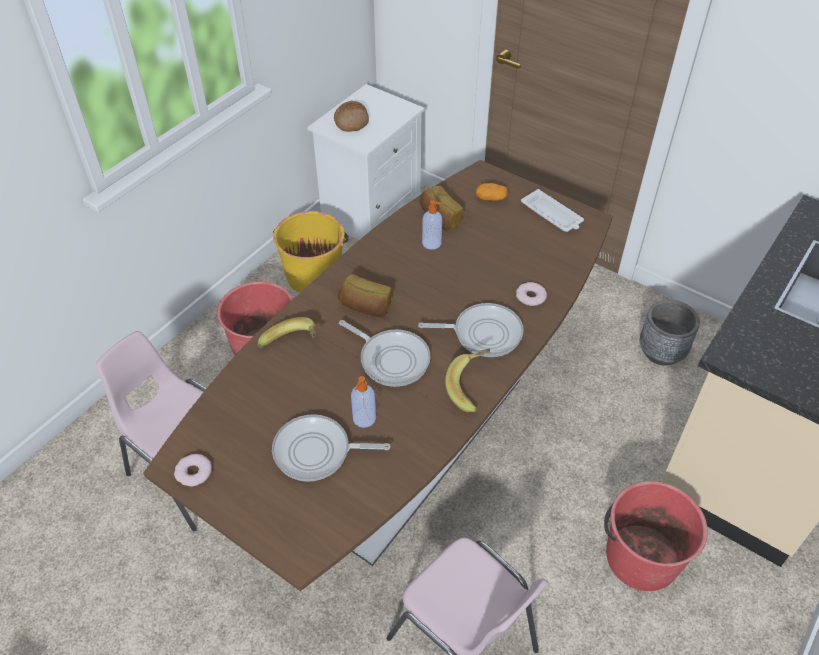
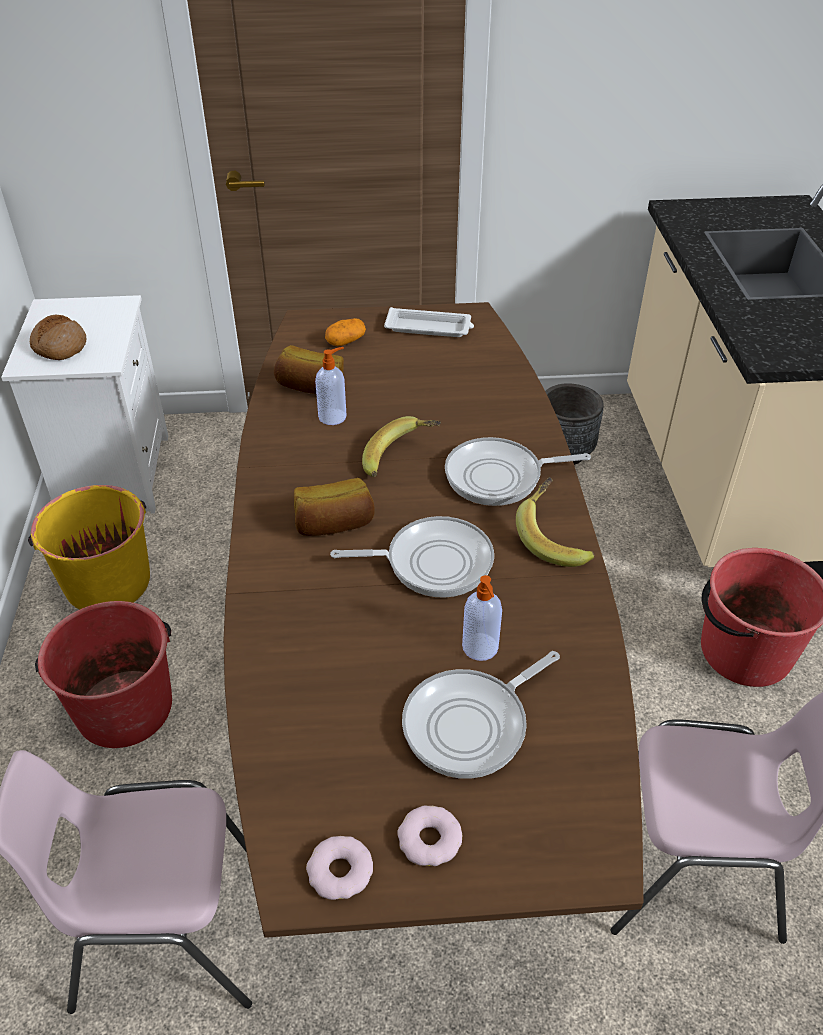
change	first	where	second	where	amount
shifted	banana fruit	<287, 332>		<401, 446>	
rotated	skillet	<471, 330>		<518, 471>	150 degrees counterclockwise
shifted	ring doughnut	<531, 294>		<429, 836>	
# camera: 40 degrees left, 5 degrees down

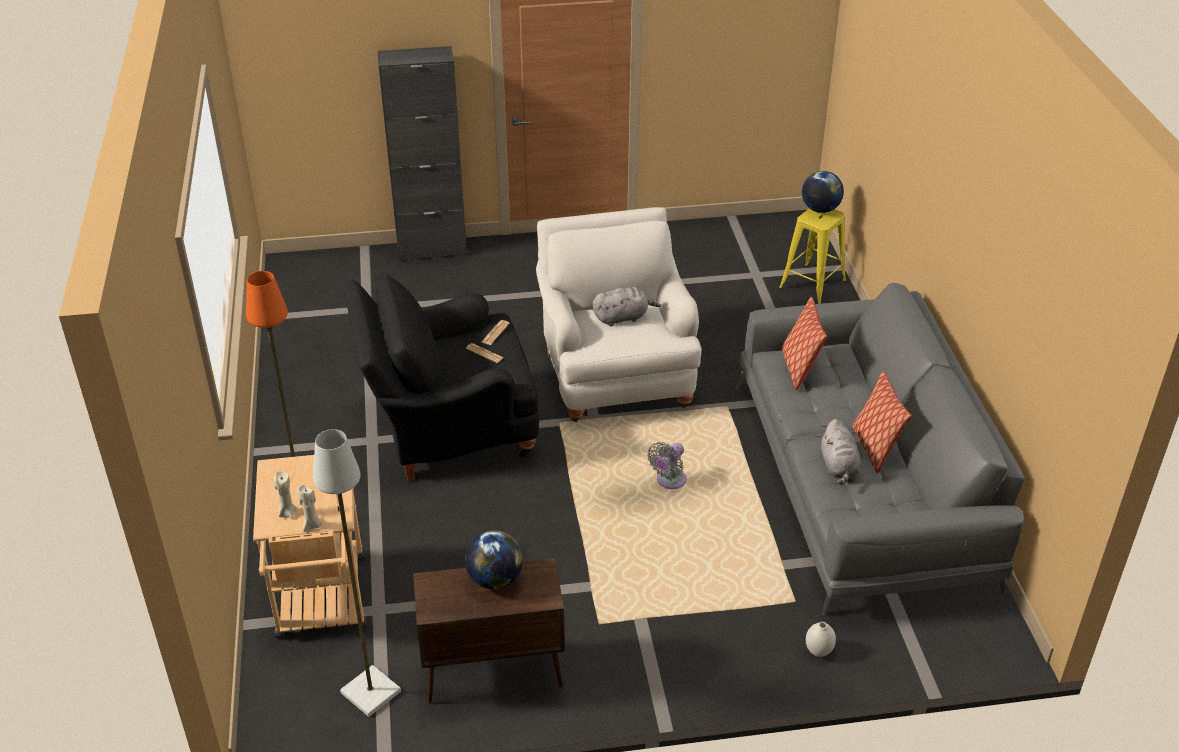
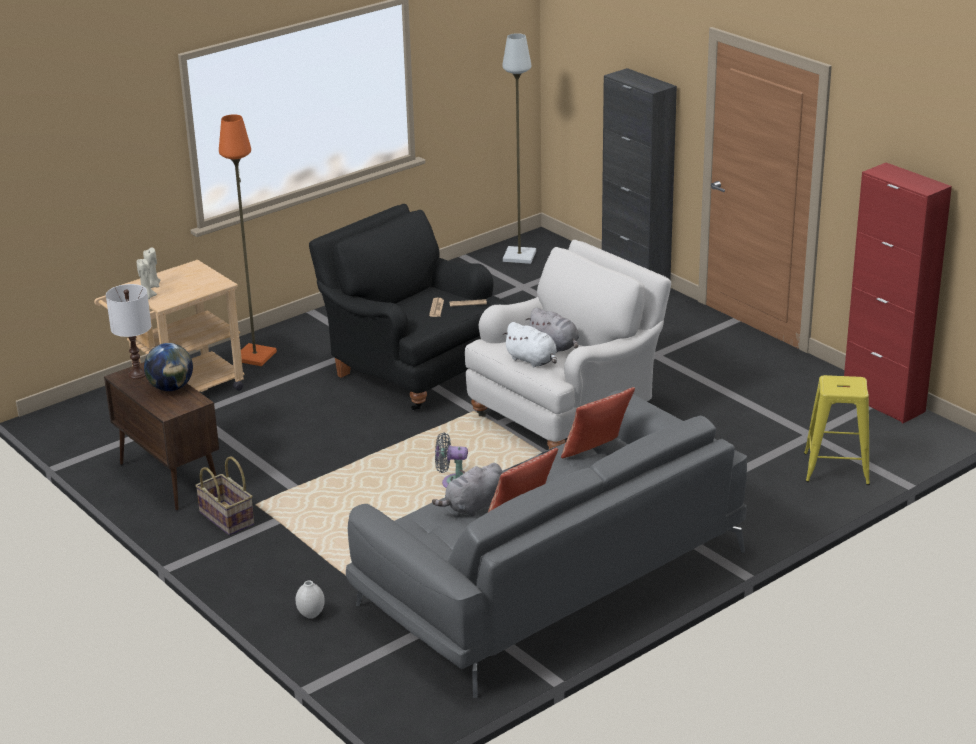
change	first	where	second	where	amount
shifted	floor lamp in gray	<357, 573>		<519, 148>	
gone	desk globe	<823, 192>			
new			tabletop lamp in whitish	<128, 331>	
new			basket	<224, 495>	
new			cuddly toy in whitish	<529, 344>	
new			cabinet in reddish	<897, 293>	
# camera: 60 degrees right, 10 degrees down

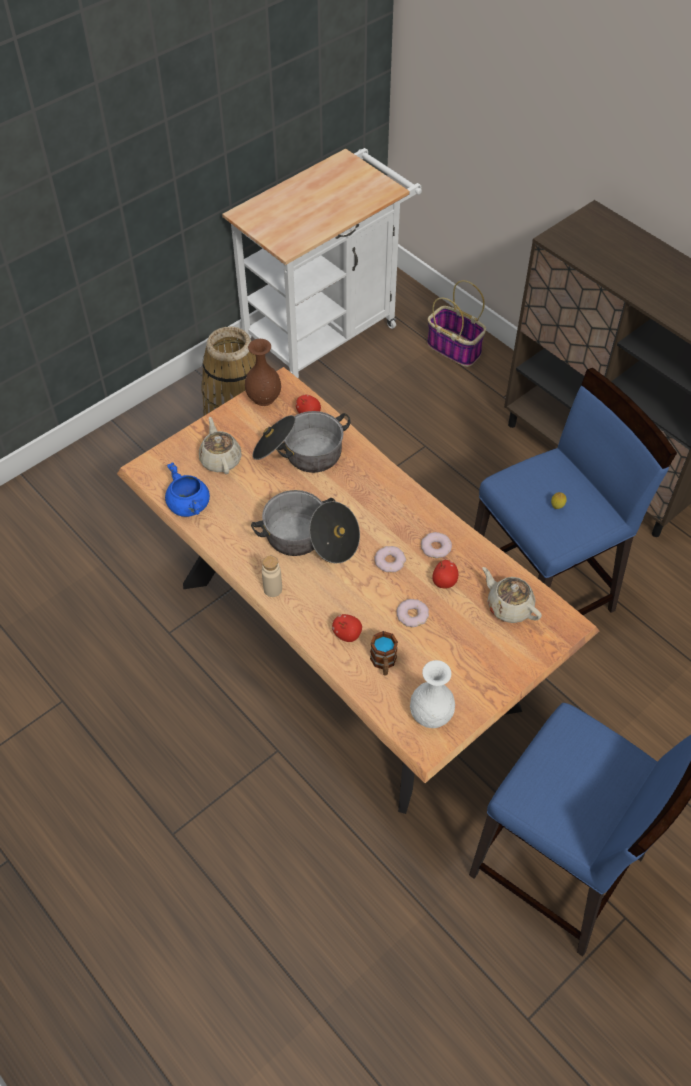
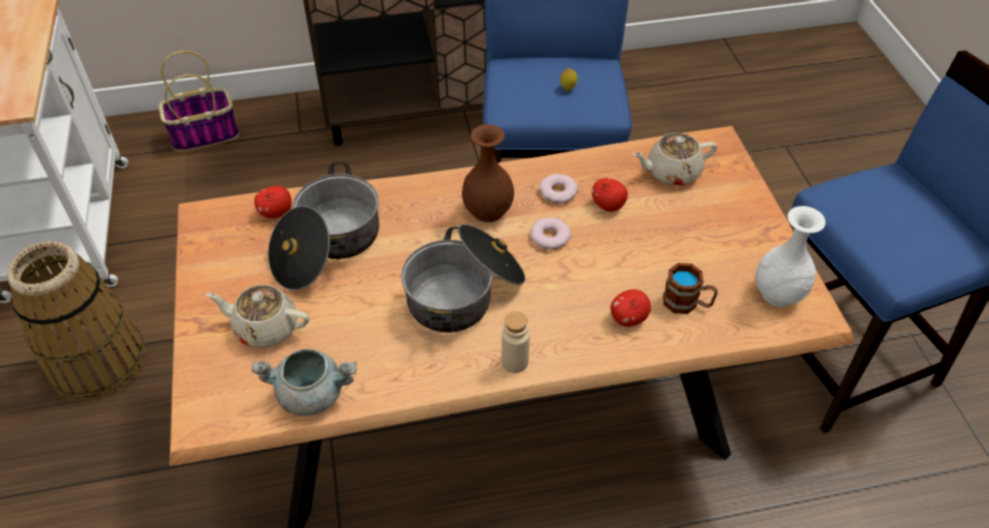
change	first	where	second	where	amount
repainted	cooking pot in blue	<187, 490>	cooking pot in gray	<304, 382>	
shifted	flower vase in brownish	<263, 372>		<488, 173>	
gone	ring doughnut	<413, 613>			
# camera: 60 degrees left, 5 degrees down

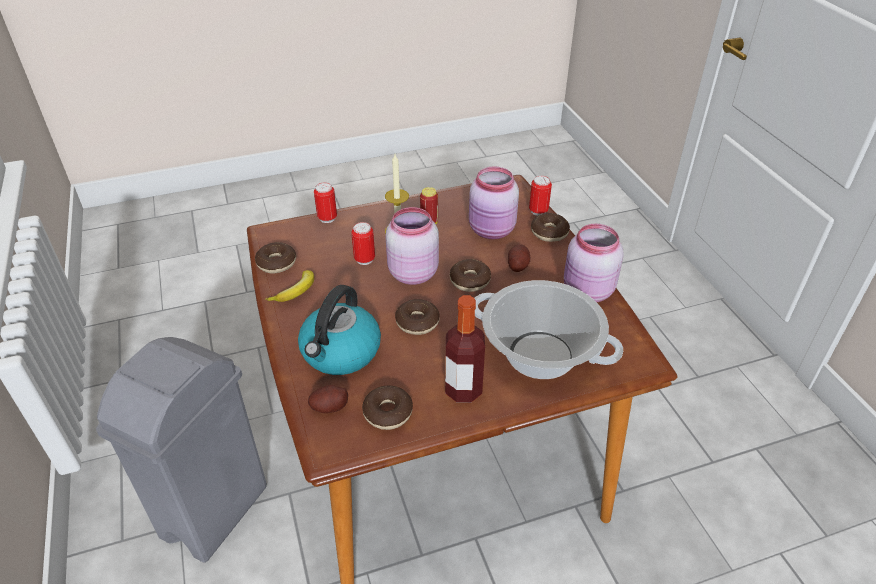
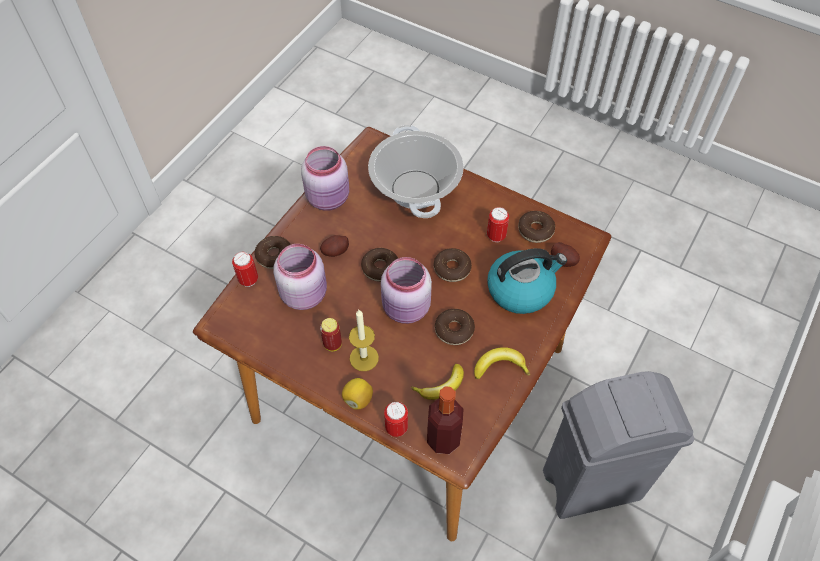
change	first	where	second	where	amount
shifted	ring doughnut	<275, 257>		<455, 327>	
shifted	sealed can	<363, 243>		<498, 224>	
shifted	drink bottle	<465, 349>		<445, 420>	
new			lemon	<357, 394>	
new			banana fruit	<437, 382>	
# camera: 130 degrees left, 15 degrees up

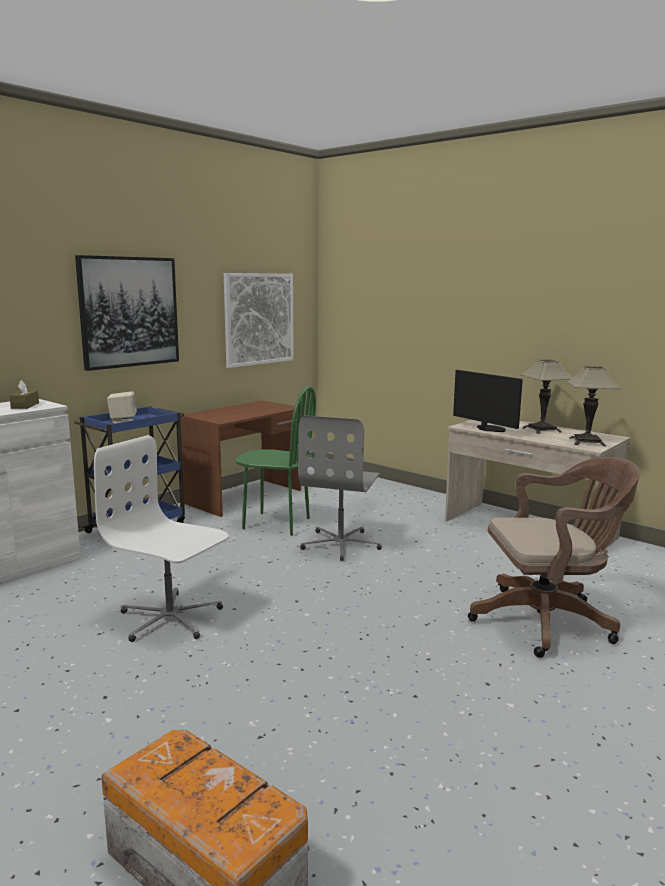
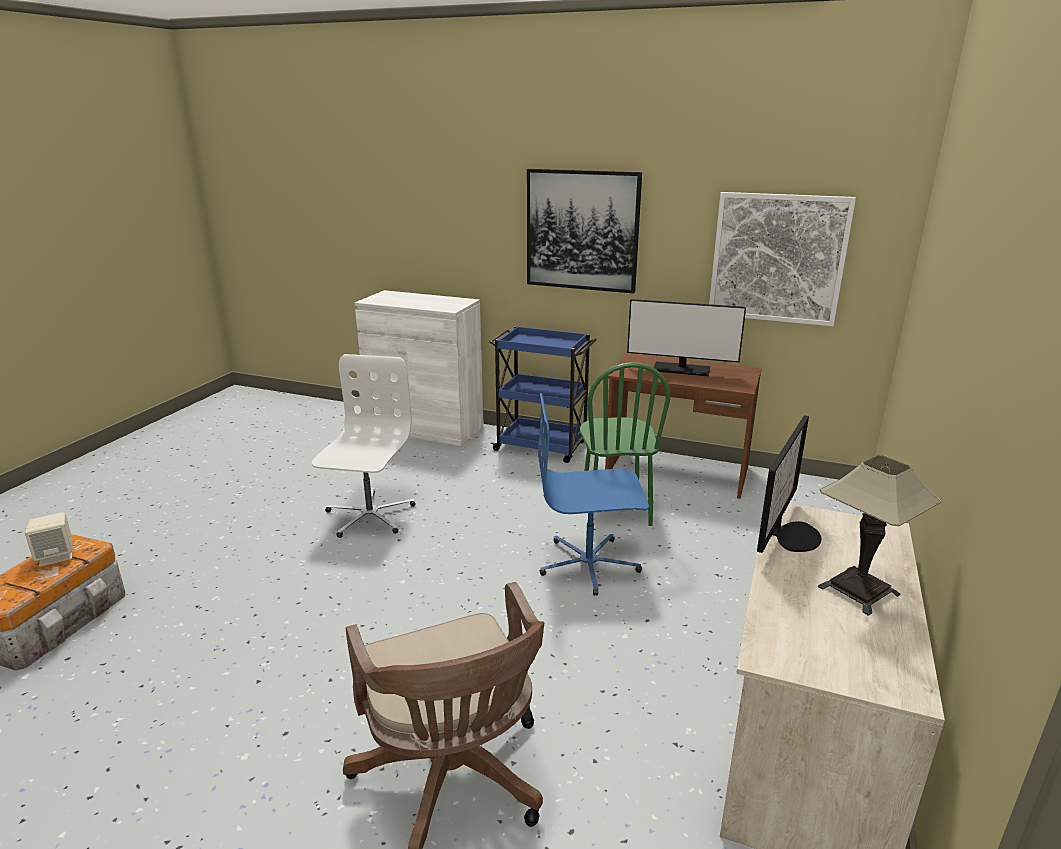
change	first	where	second	where	amount
gone	tissue box in brownish	<24, 394>			
shifted	loudspeaker in beige	<122, 407>		<48, 539>	
repainted	desk chair in gray	<340, 488>	desk chair in blue	<593, 494>	
gone	tabletop lamp	<594, 406>			
new			monitor	<686, 338>	
# camera: 70 degrees right, 10 degrees up

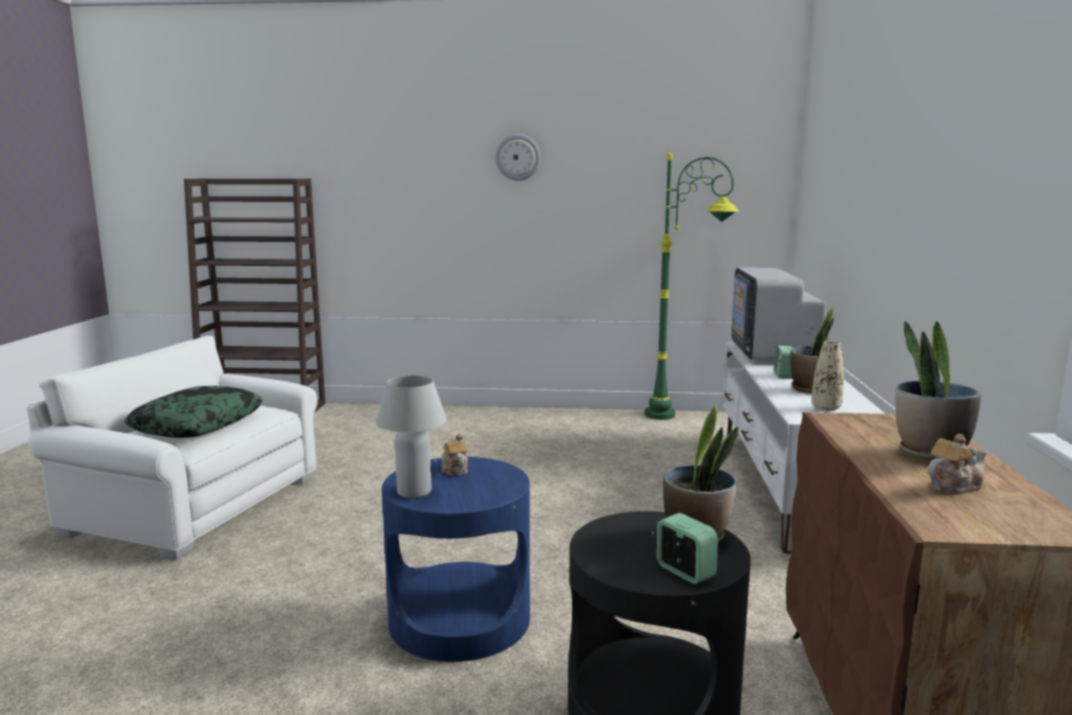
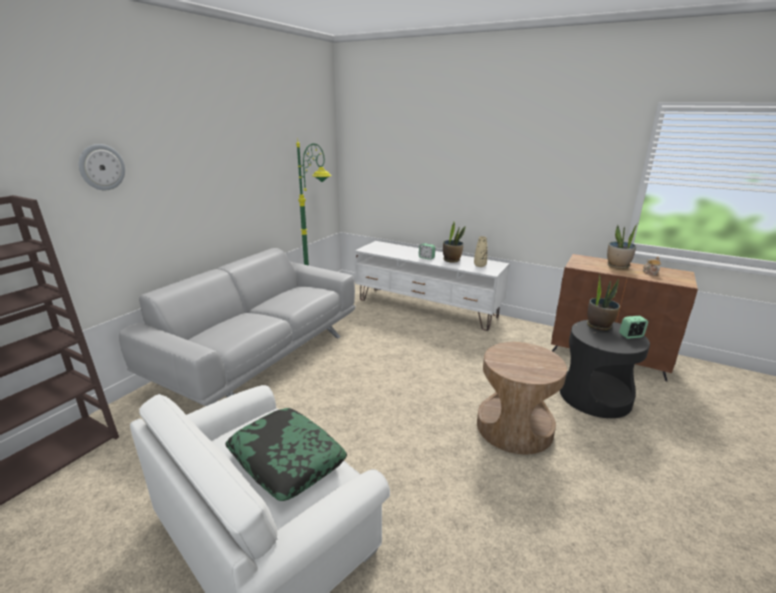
change	first	where	second	where	amount
gone	tabletop lamp in whitish	<411, 436>			
repainted	end table in blue	<456, 559>	end table in brownish	<522, 398>	
gone	teapot	<454, 454>			
shifted	hanging clock	<518, 157>		<102, 167>	
gone	television	<778, 316>			
new			sofa in gray	<237, 327>	
# camera: 65 degrees left, 10 degrees up

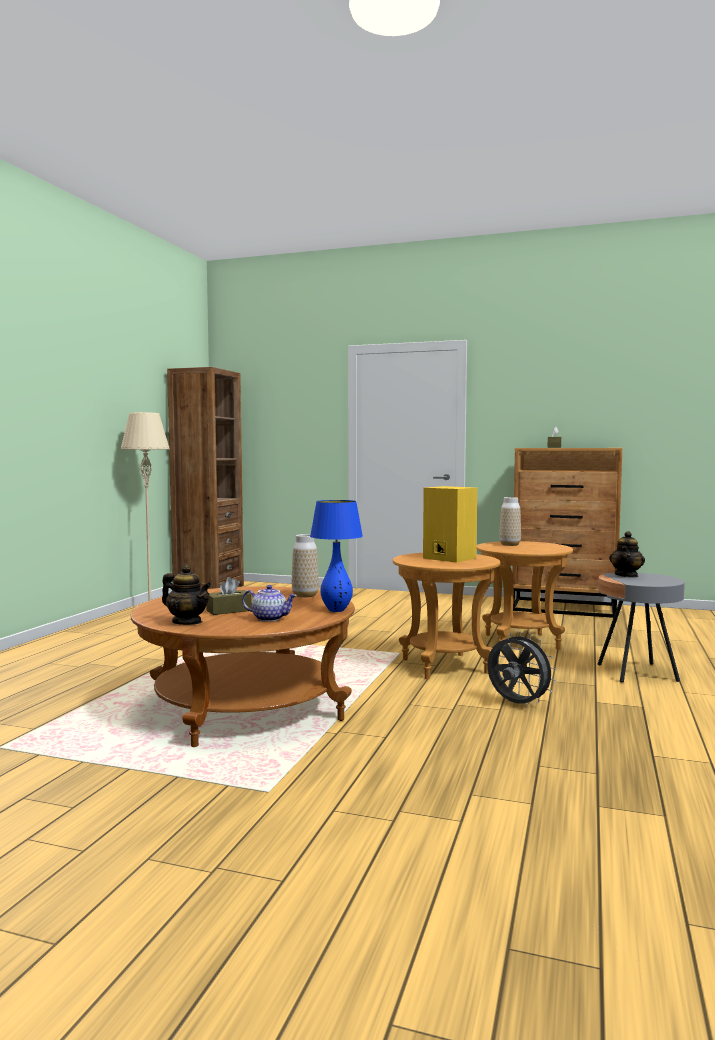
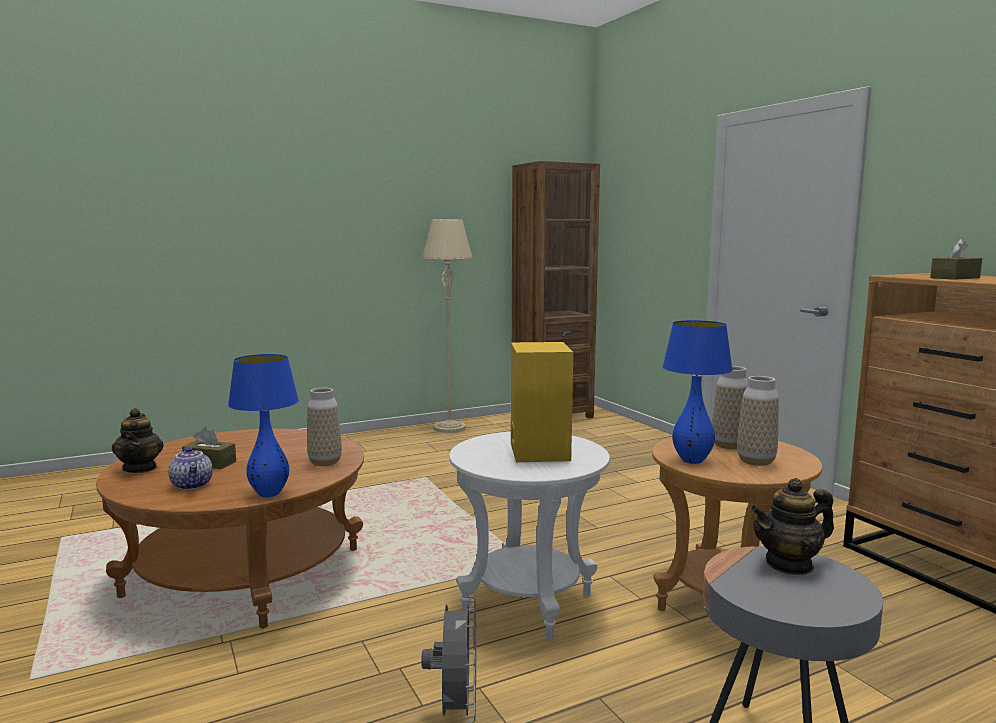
change	first	where	second	where	amount
repainted	end table in brownish	<446, 616>	end table in whitish	<529, 536>	
new			tabletop lamp in blue	<697, 392>	
new			flower vase	<758, 421>	
# camera: 45 degrees right, 5 degrees up

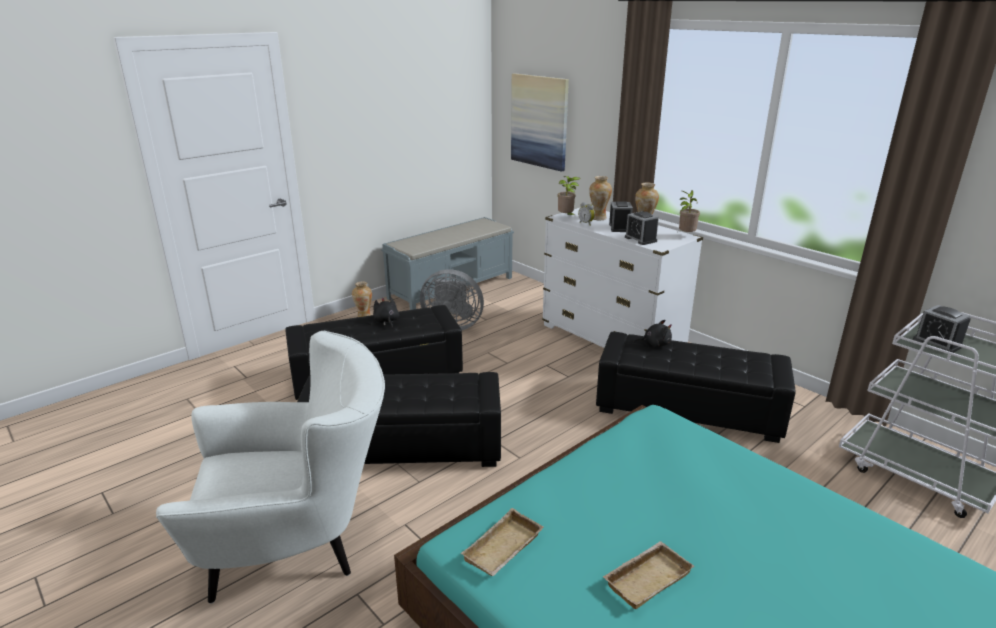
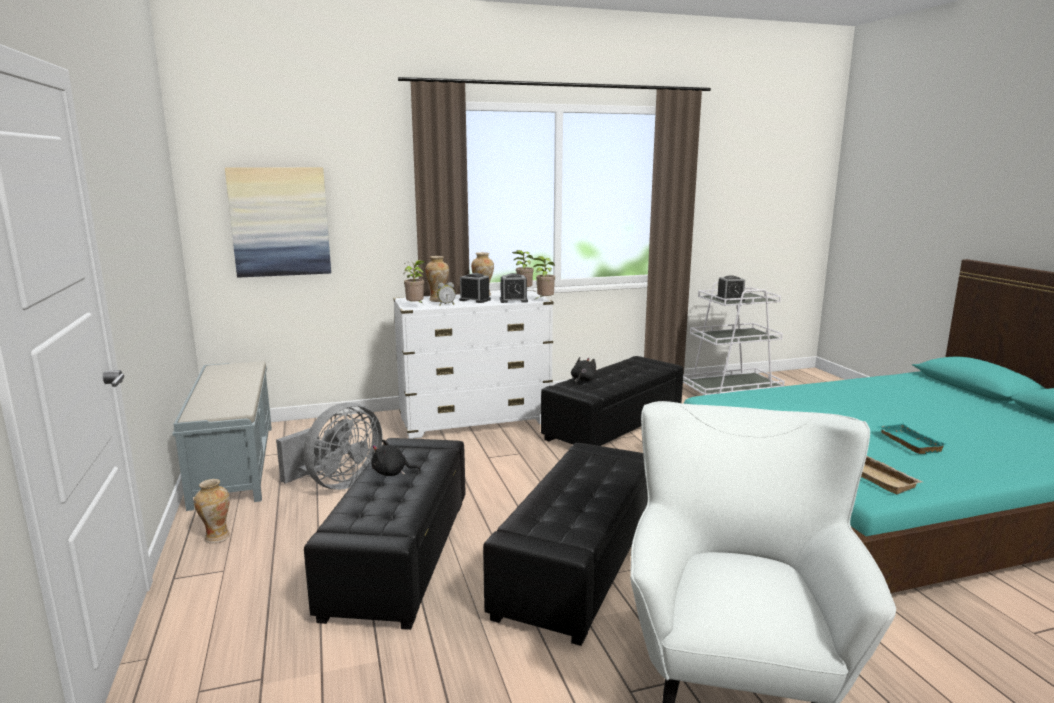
change	first	where	second	where	amount
repainted	carrying tray in beige	<648, 575>	carrying tray in blue-green	<911, 438>	
new			plant in a pot	<543, 277>	
# camera: 65 degrees left, 10 degrees down

